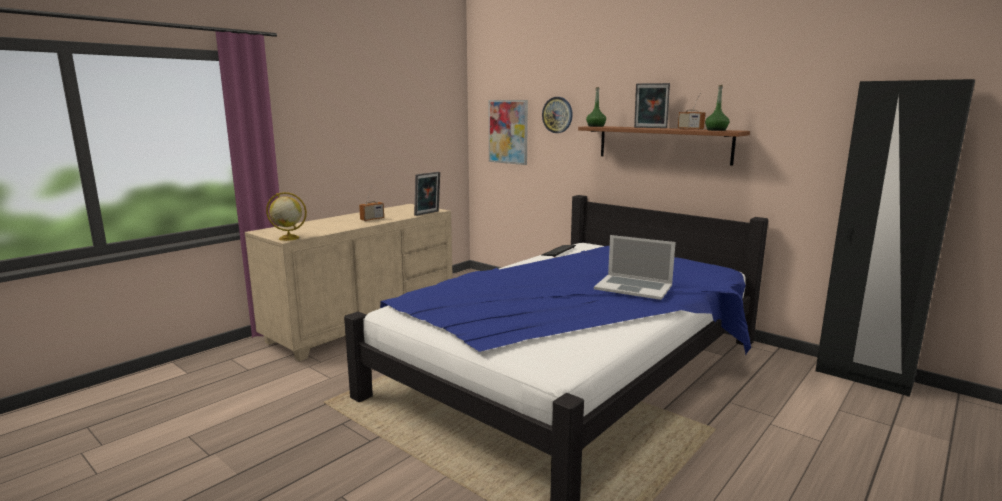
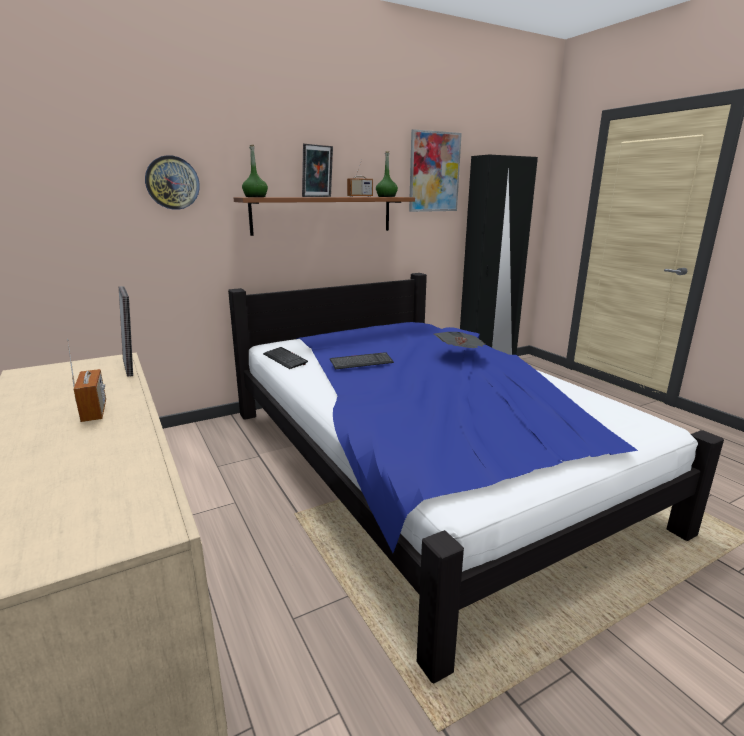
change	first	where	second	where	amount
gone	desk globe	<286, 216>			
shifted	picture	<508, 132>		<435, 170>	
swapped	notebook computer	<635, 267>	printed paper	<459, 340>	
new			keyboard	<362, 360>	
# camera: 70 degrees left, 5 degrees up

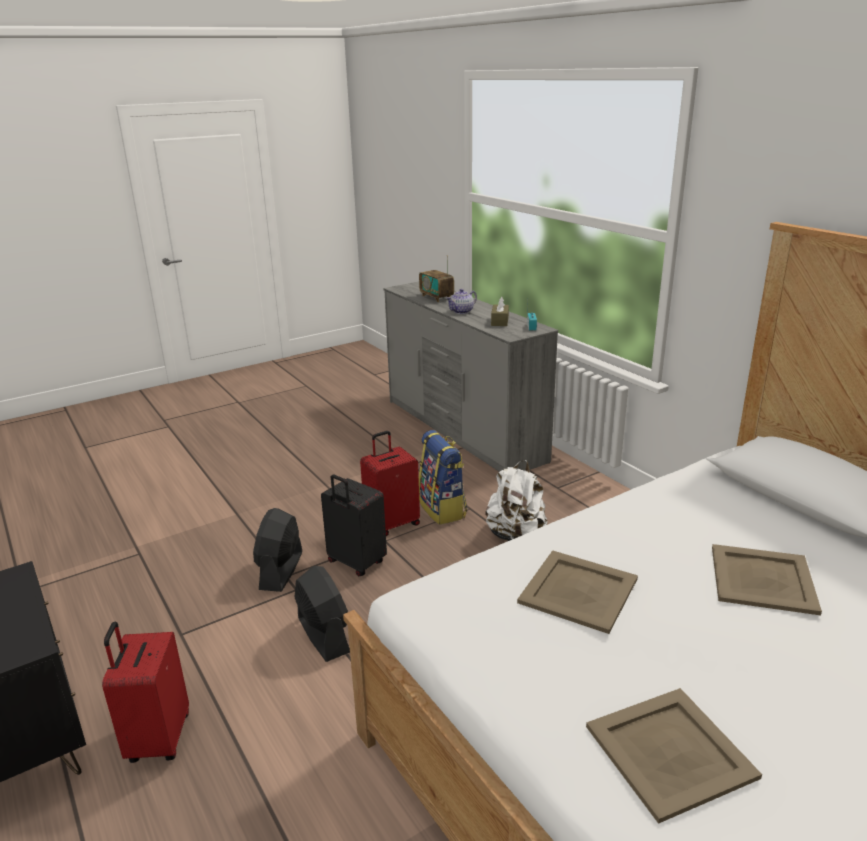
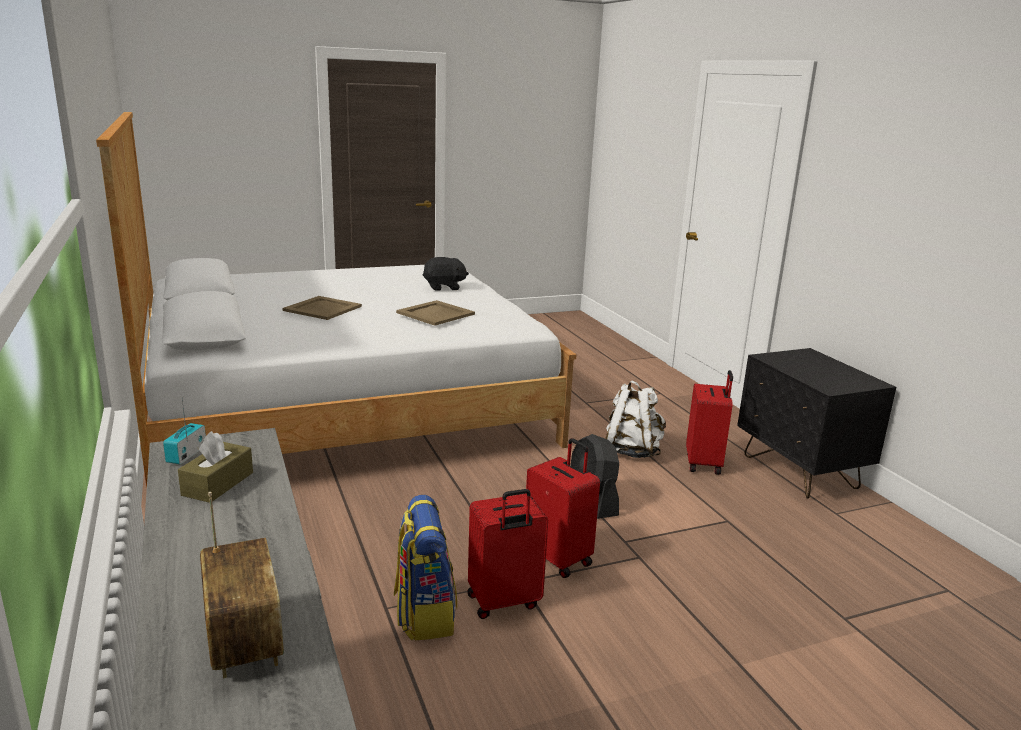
change	first	where	second	where	amount
gone	electric fan in black-coloured	<277, 550>			
repainted	travel case in black-coloured	<354, 525>	travel case in reddish	<563, 508>	
gone	teapot	<461, 301>			
shifted	rucksack in whitish	<516, 500>		<636, 419>	
swapped	carrying tray in beige	<674, 756>	cuddly toy in black-coloured	<446, 274>	
# camera: 170 degrees left, 5 degrees down

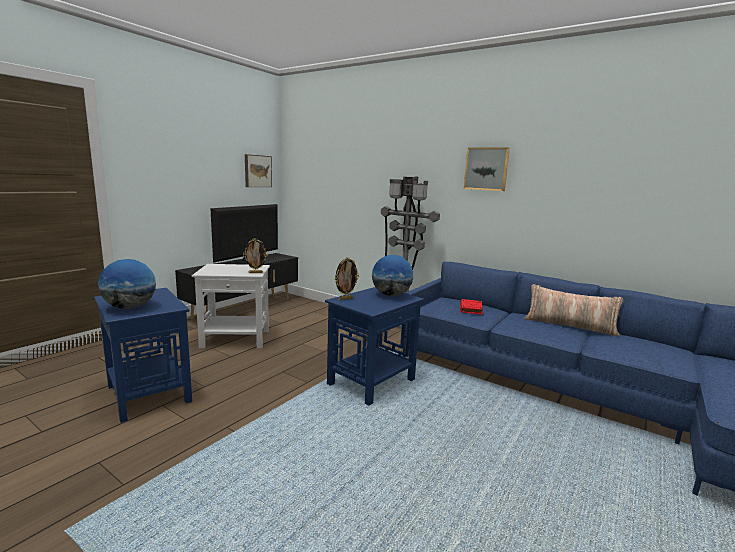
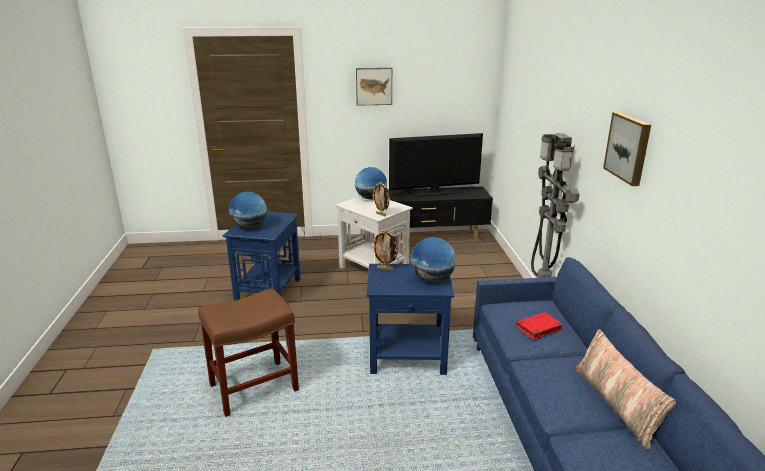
change	first	where	second	where	amount
shifted	picture	<258, 170>		<374, 87>	
new			sitting stool in brownish	<248, 352>	
new			desk globe	<371, 183>	
# camera: 50 degrees right, 10 degrees up

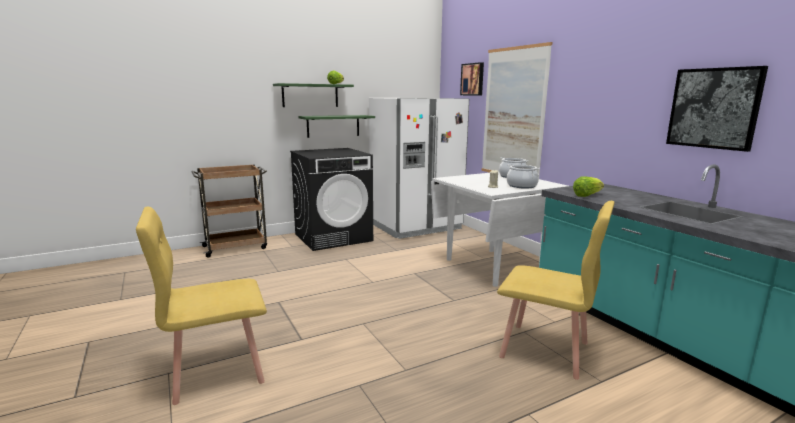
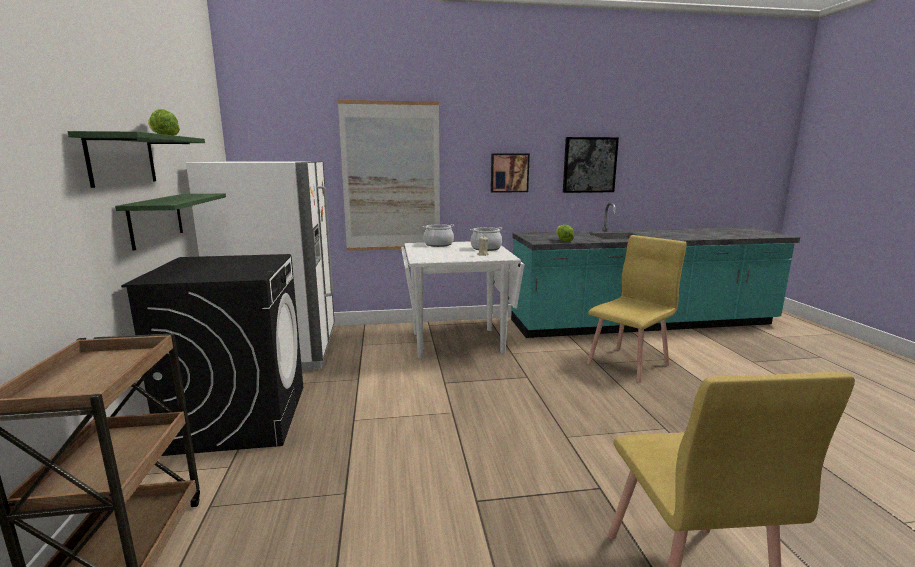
change	first	where	second	where	amount
shifted	picture	<472, 78>		<510, 173>	
# camera: 70 degrees left, 0 degrees up

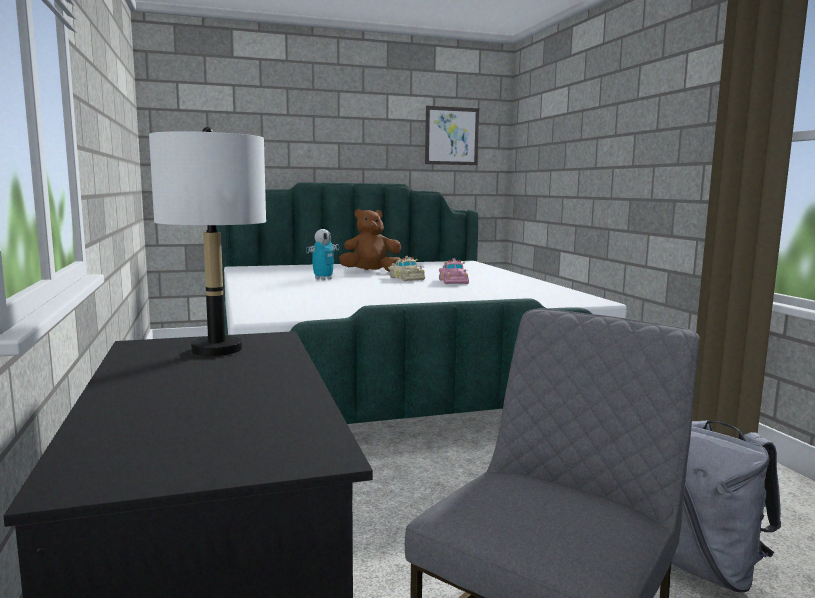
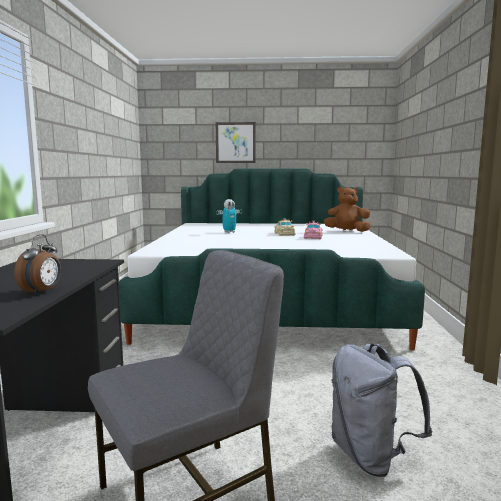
change	first	where	second	where	amount
gone	tabletop lamp in whitish	<207, 241>			
shifted	cuddly toy in brownish	<370, 240>		<347, 209>	
shifted	picture	<452, 135>		<236, 142>	
new			alarm clock	<38, 264>	
# camera: 20 degrees right, 0 degrees up

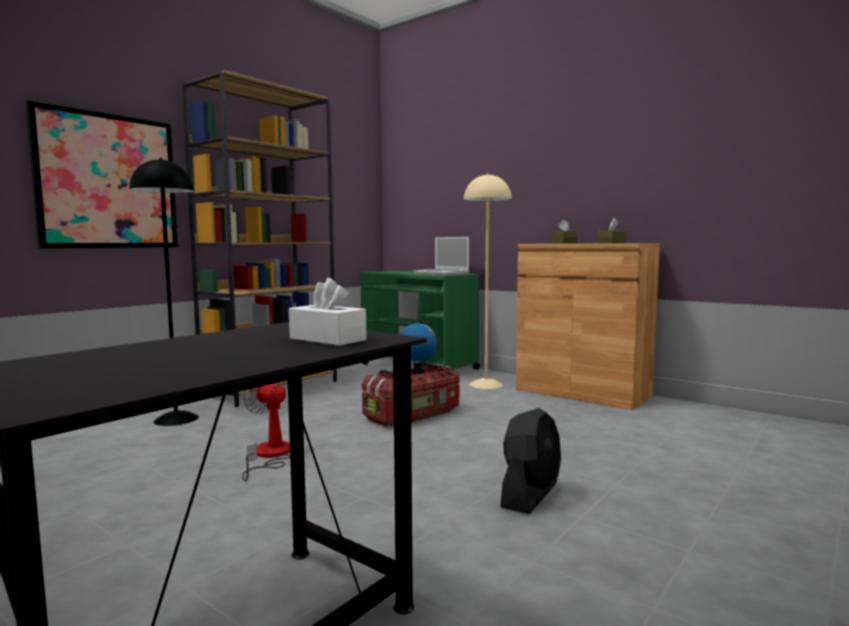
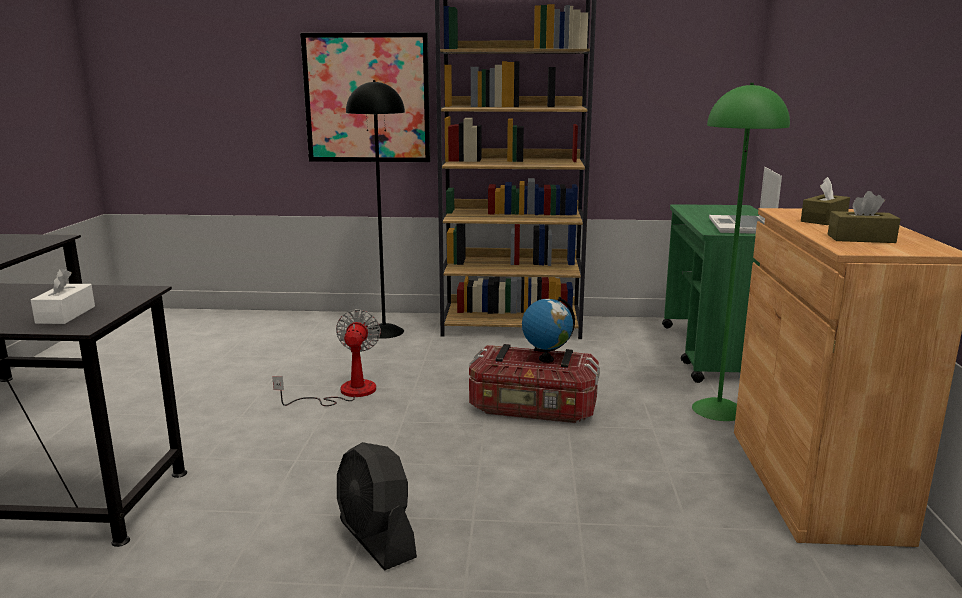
change	first	where	second	where	amount
repainted	floor lamp in beige	<488, 281>	floor lamp in green-coloured	<741, 252>	
rotated	electric fan in black-coloured	<530, 461>		<377, 506>	60 degrees clockwise
# camera: 55 degrees right, 10 degrees up

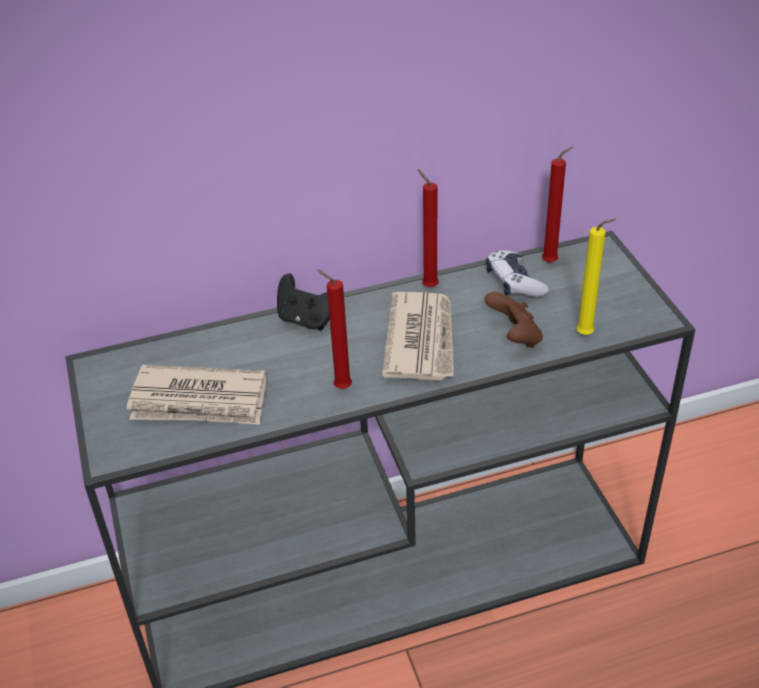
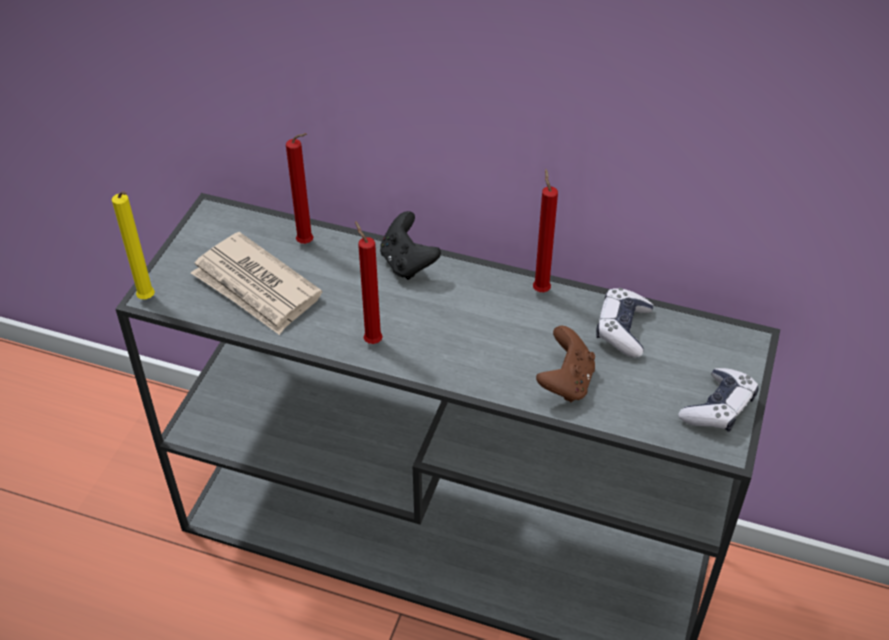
change	first	where	second	where	amount
gone	printed paper	<418, 336>			
shifted	wax light in reddish	<557, 204>		<299, 188>	
shifted	wax light in yellow-coloured	<596, 277>		<133, 245>	
new			joypad	<719, 400>	
# camera: 35 degrees right, 5 degrees up

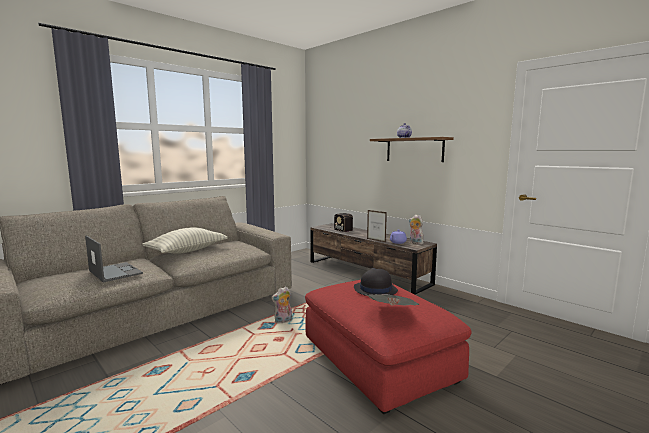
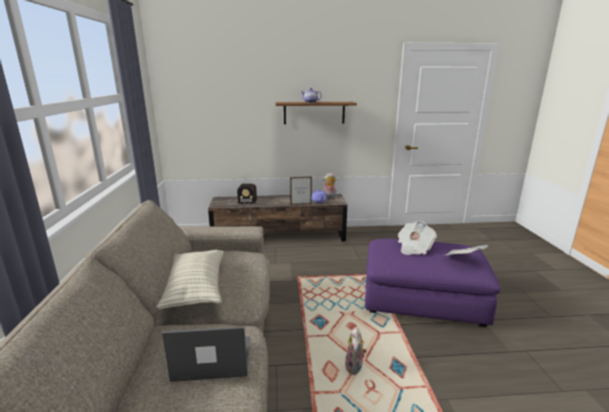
change	first	where	second	where	amount
shifted	cuddly toy	<281, 304>		<356, 351>	
repainted	ottoman in reddish	<388, 347>	ottoman in purplish	<433, 282>	
swapped	clothing hat in black-coloured	<376, 282>	printed paper	<417, 238>	
# camera: 50 degrees left, 10 degrees up

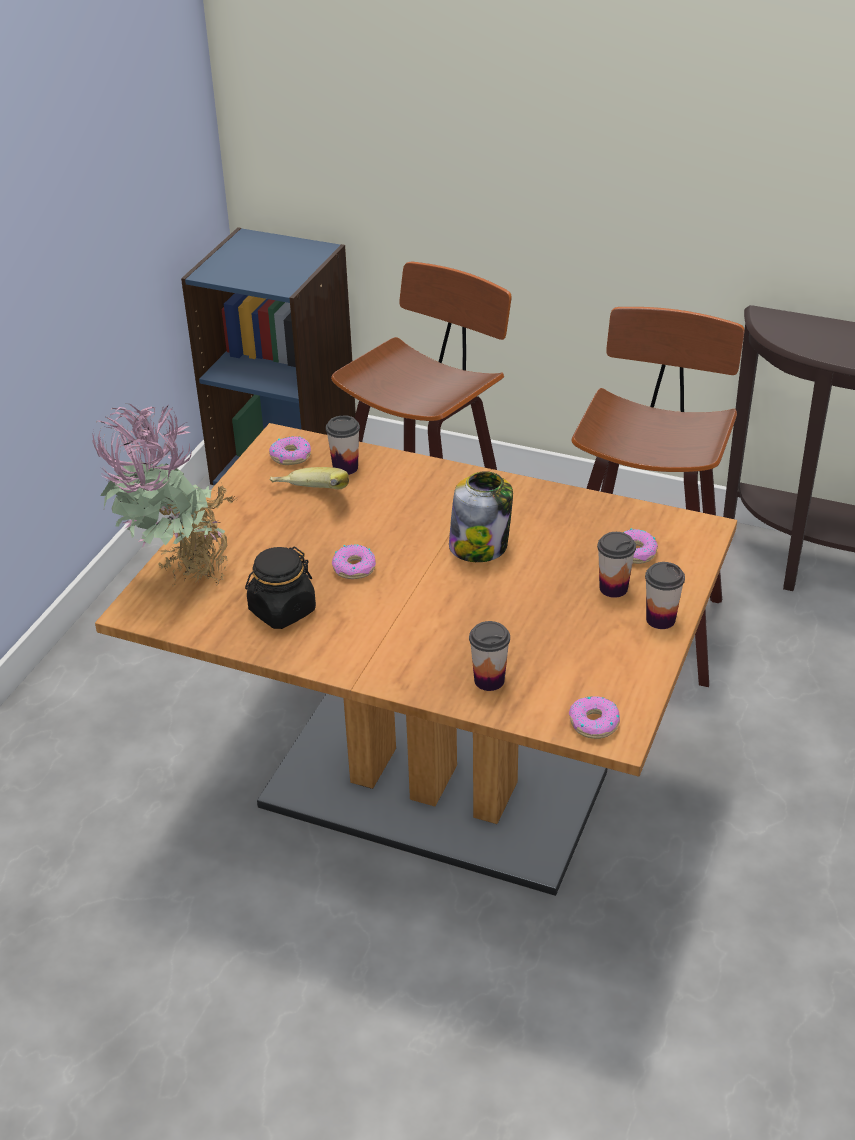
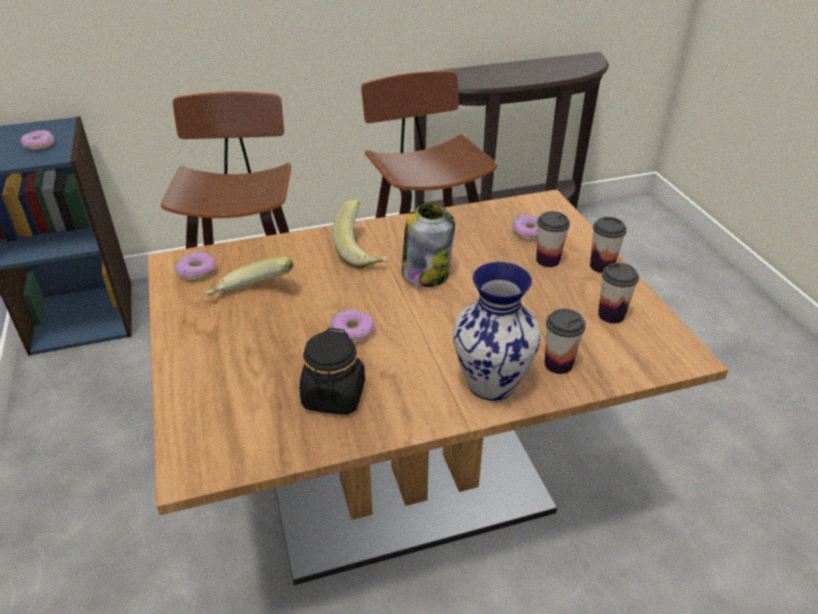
change	first	where	second	where	amount
gone	plant in a pot	<165, 495>			
shifted	drinking cup	<343, 445>		<618, 293>	
shifted	ring doughnut	<594, 717>		<37, 140>	
new			banana fruit	<359, 233>	
new			flower vase	<497, 331>	
# camera: 40 degrees left, 0 degrees up

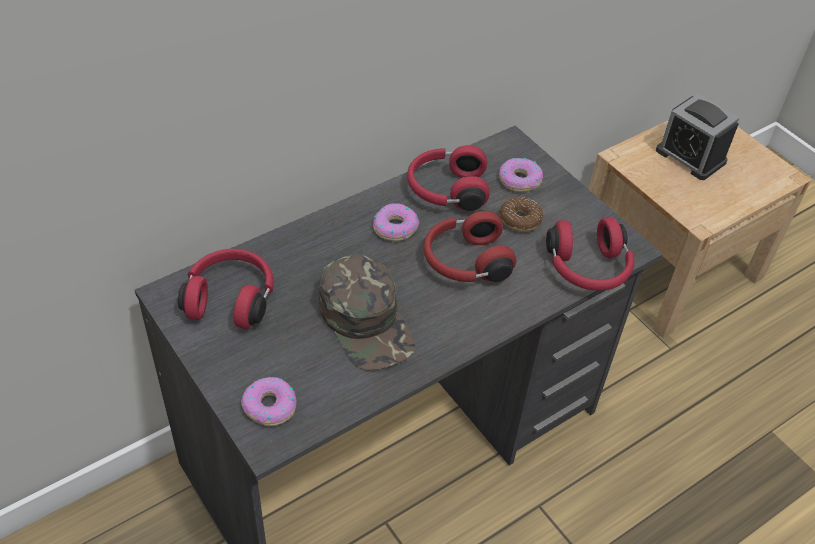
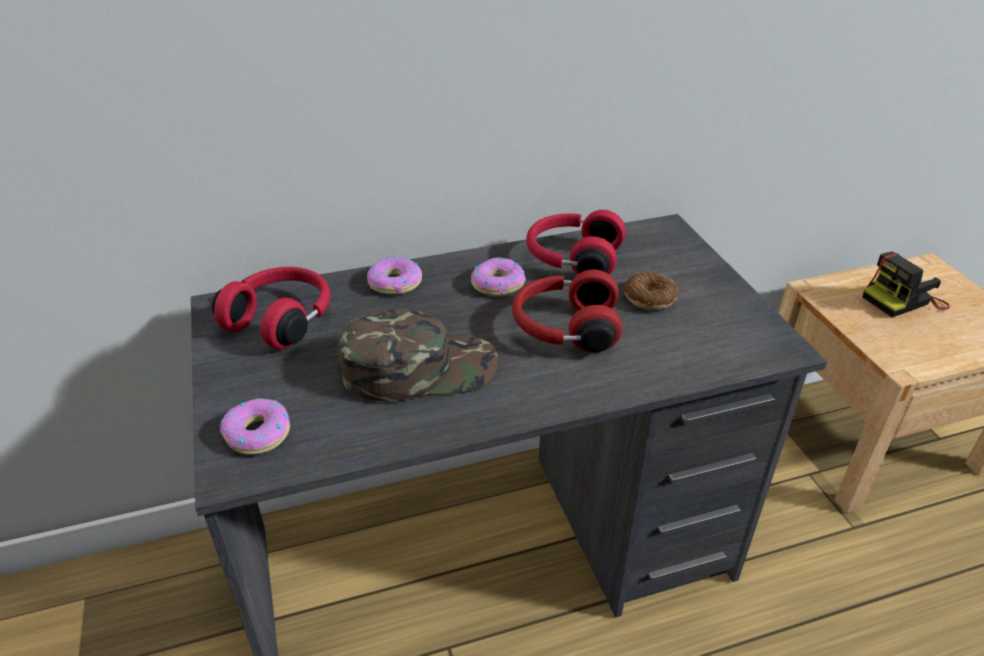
change	first	where	second	where	amount
rotated	baseball cap in green-coloured	<366, 312>		<418, 355>	90 degrees counterclockwise
shifted	ring doughnut	<521, 175>		<394, 275>	
gone	headphones in reddish	<590, 254>			
swapped	alarm clock	<697, 137>	still camera	<906, 284>	
# camera: 20 degrees right, 10 degrees down

